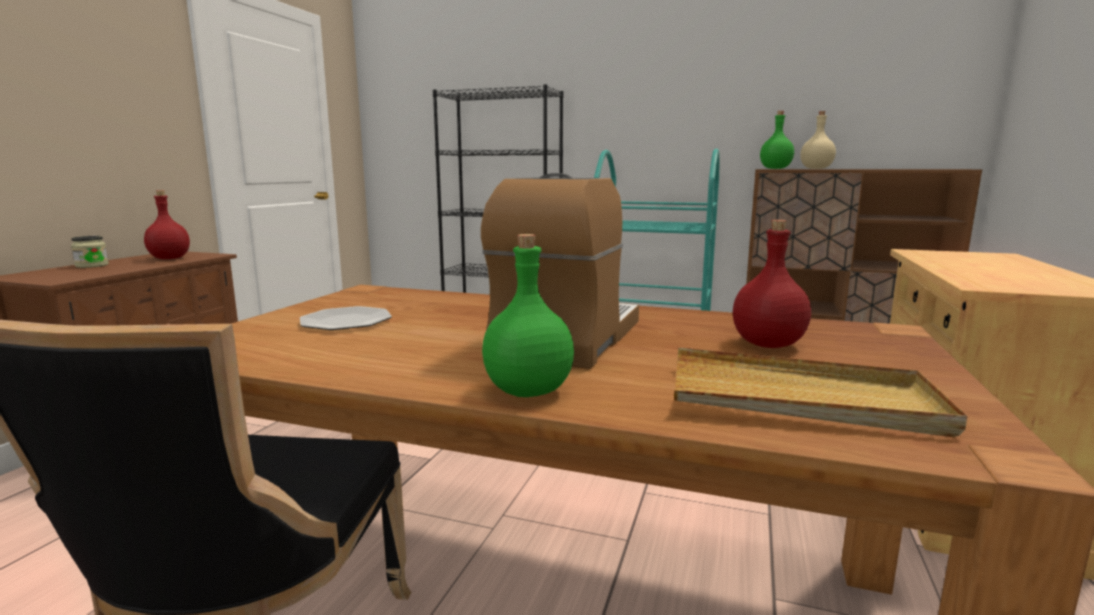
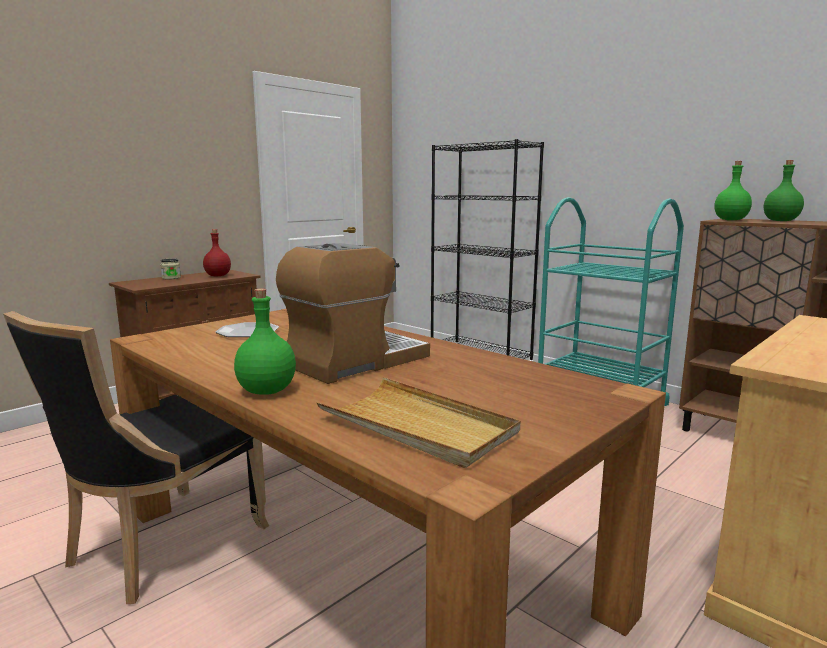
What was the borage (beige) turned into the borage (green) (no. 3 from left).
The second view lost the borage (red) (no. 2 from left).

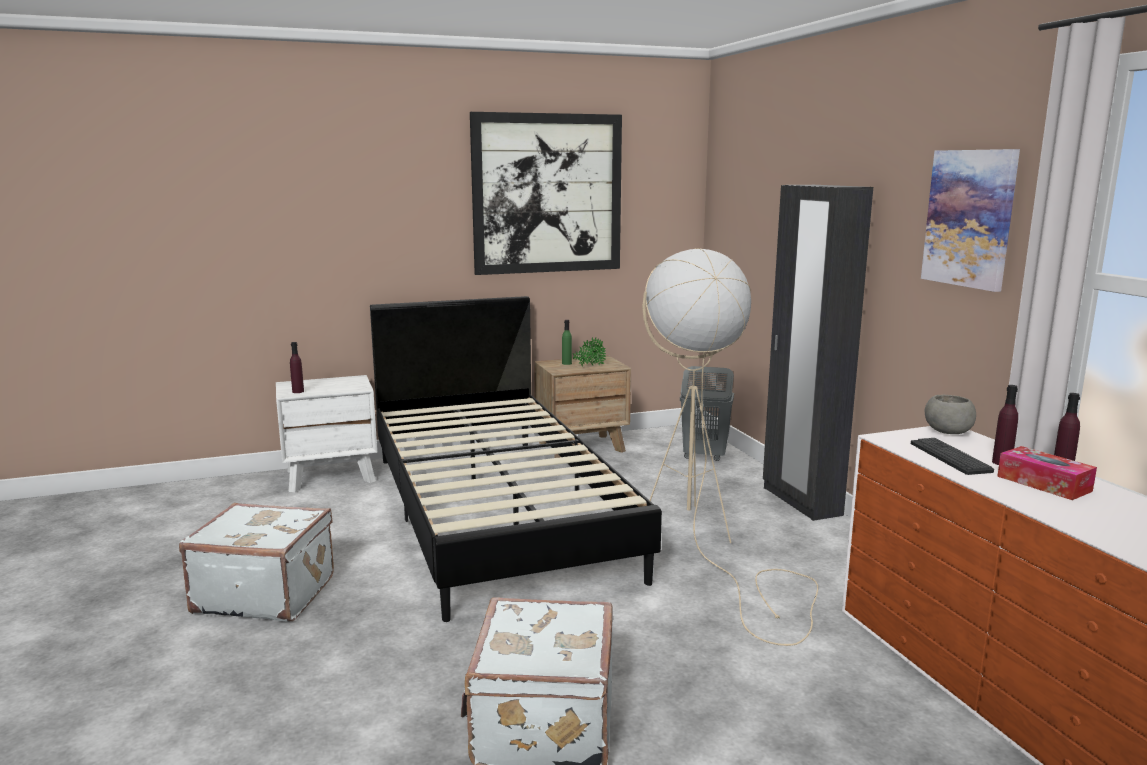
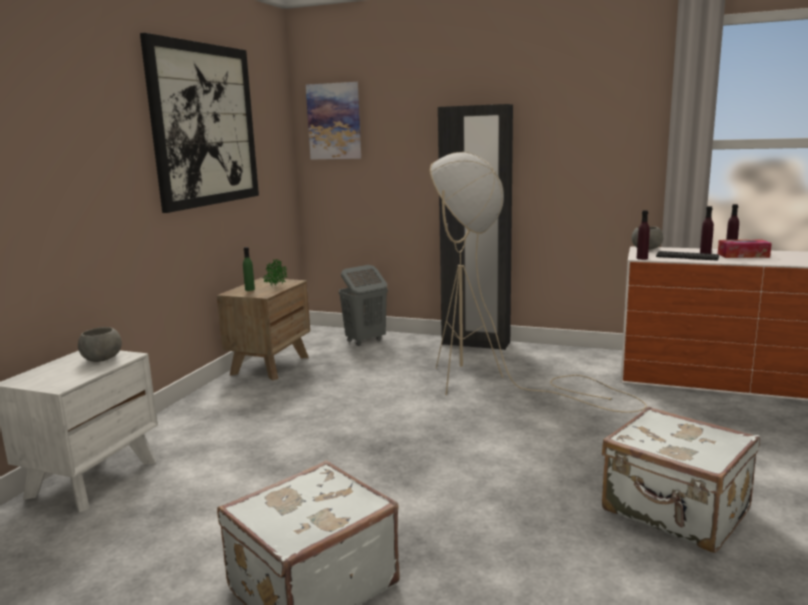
The second view gained the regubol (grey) (no. 1 from left).
The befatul (no. 2 from left) ended up elsewhere.
The borage (purple) (no. 1 from left) ended up elsewhere.
The second view lost the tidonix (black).

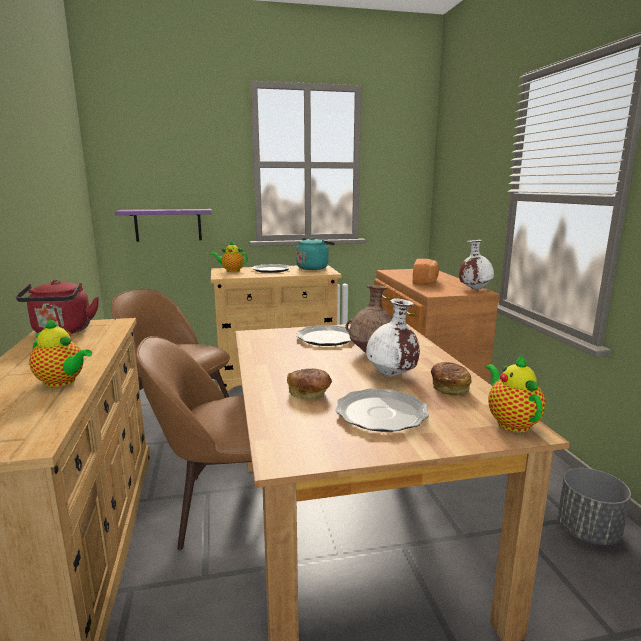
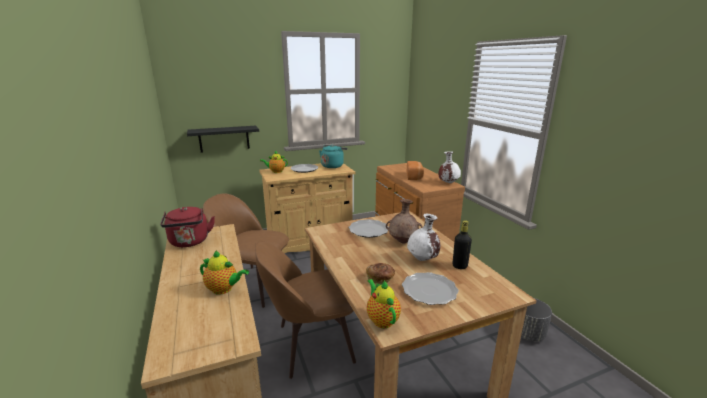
What was the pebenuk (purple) turned into the pebenuk (black).
The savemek (no. 3 from left) ended up elsewhere.
Where the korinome (no. 3 from left) stood, the borage (black) came to stand.

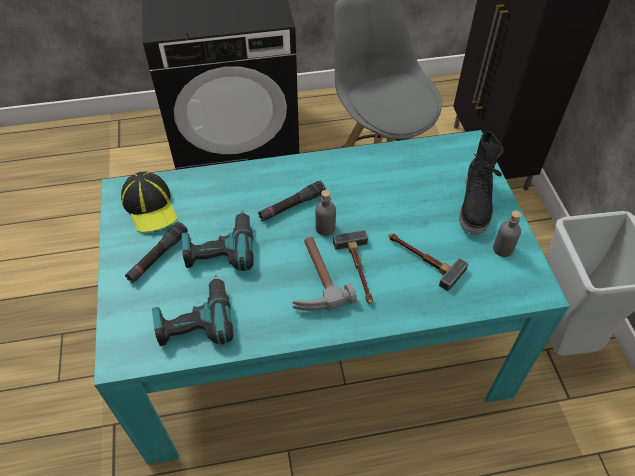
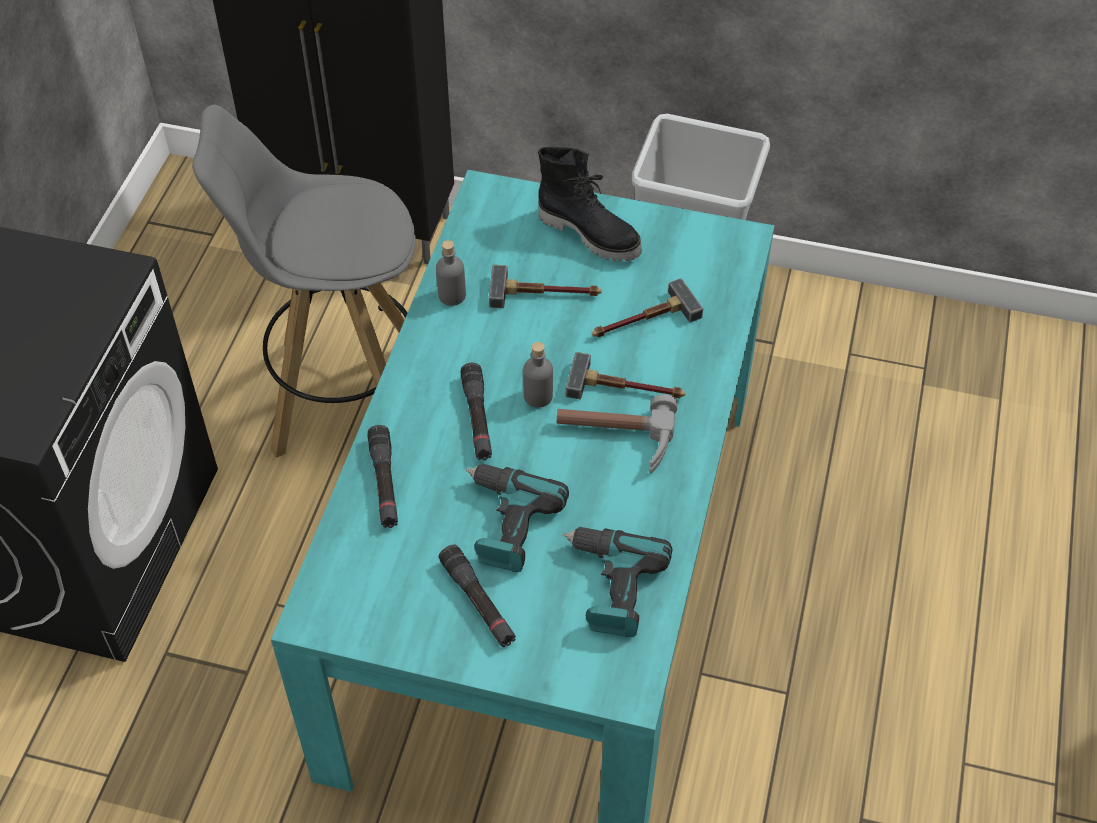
The second view gained the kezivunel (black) (no. 1 from left).
The borage (grey) (no. 2 from left in the first image) ended up elsewhere.
The second view gained the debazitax (no. 1 from left).
The second view lost the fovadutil.

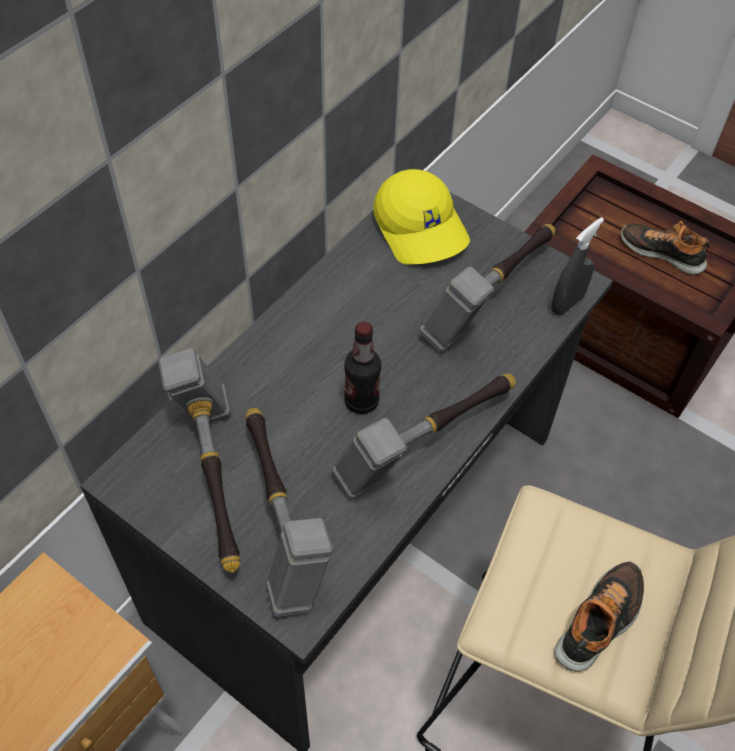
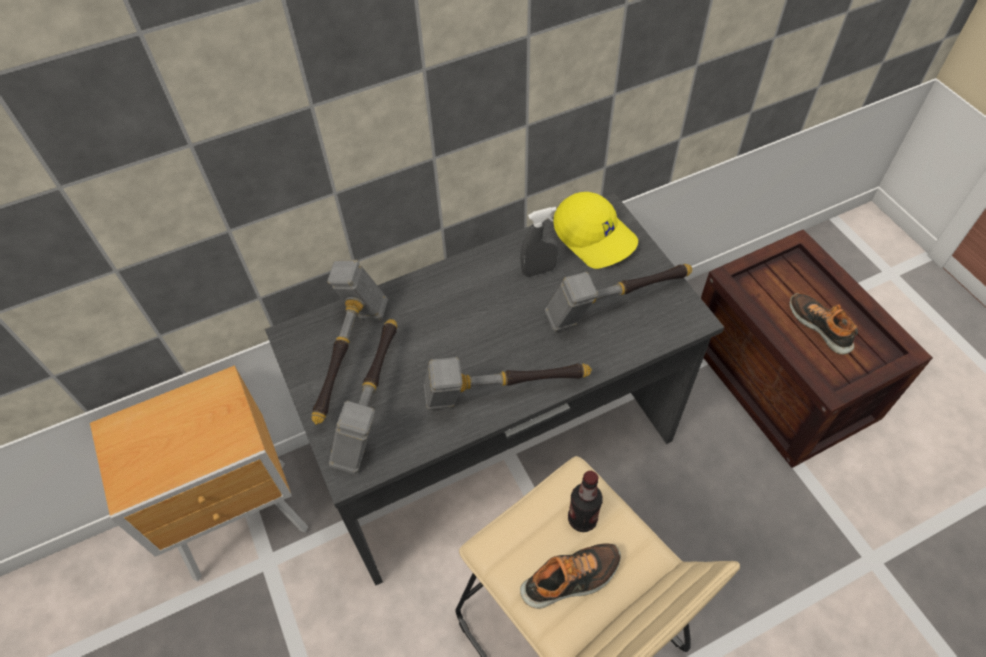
The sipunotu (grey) ended up elsewhere.
The fovadutil (yellow) ended up facing another way, 45 degrees counterclockwise from before.
The borage ended up elsewhere.

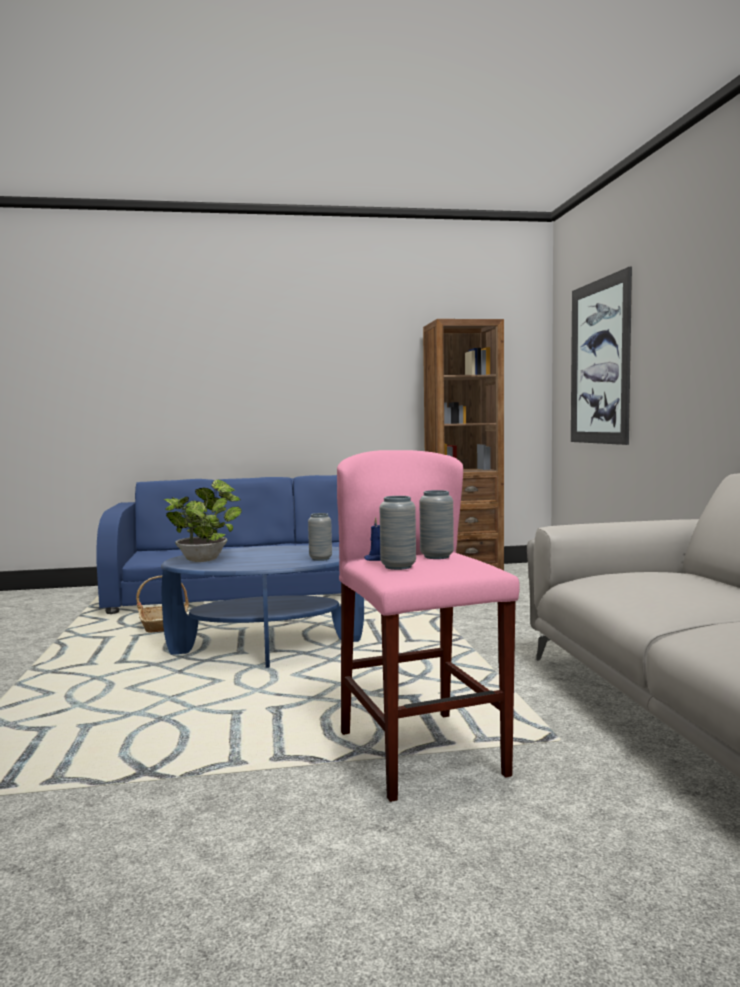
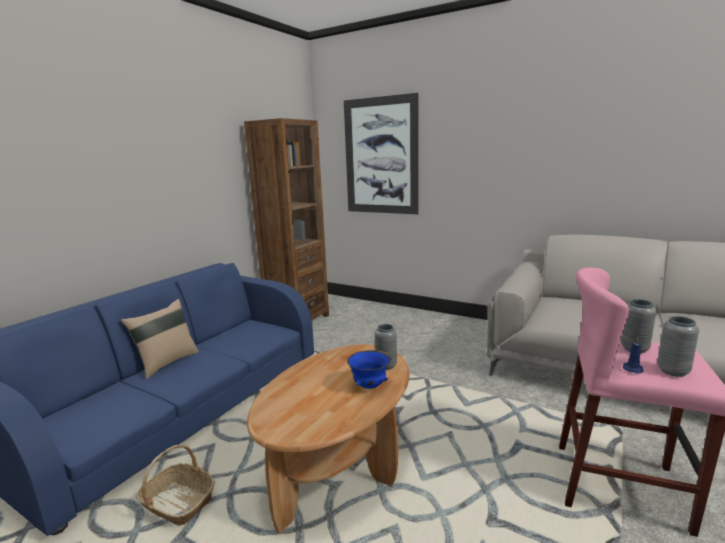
The second view gained the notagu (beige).
What was the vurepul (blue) turned into the vurepul (brown).
The second view gained the regubol (blue).
The second view lost the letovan.

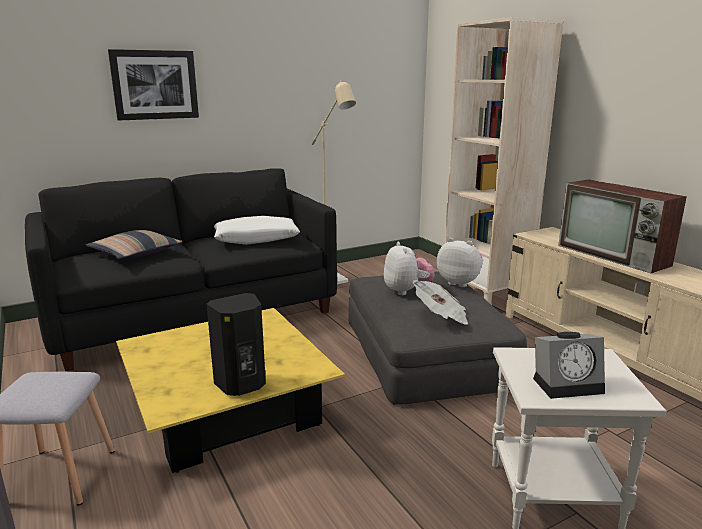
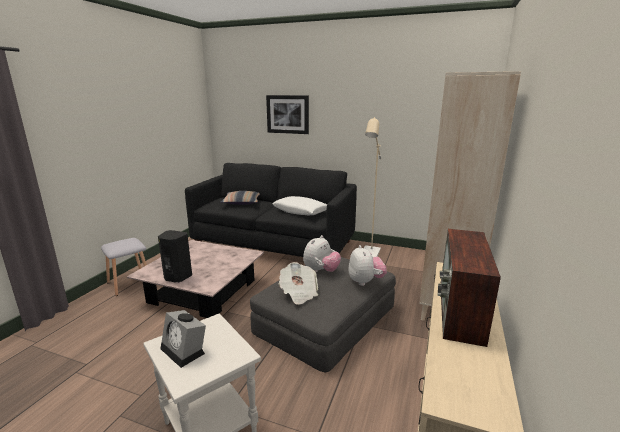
What was the vurepul (yellow) turned into the vurepul (pink).

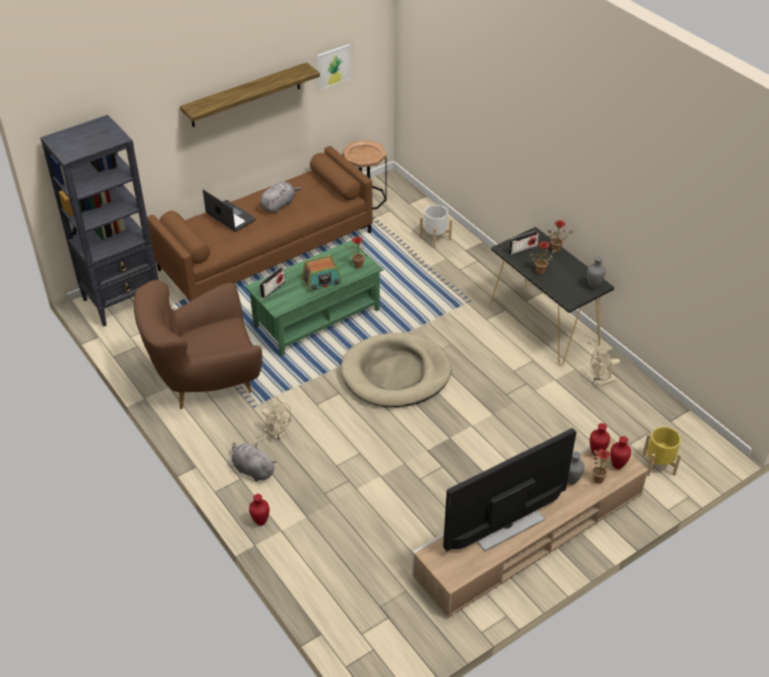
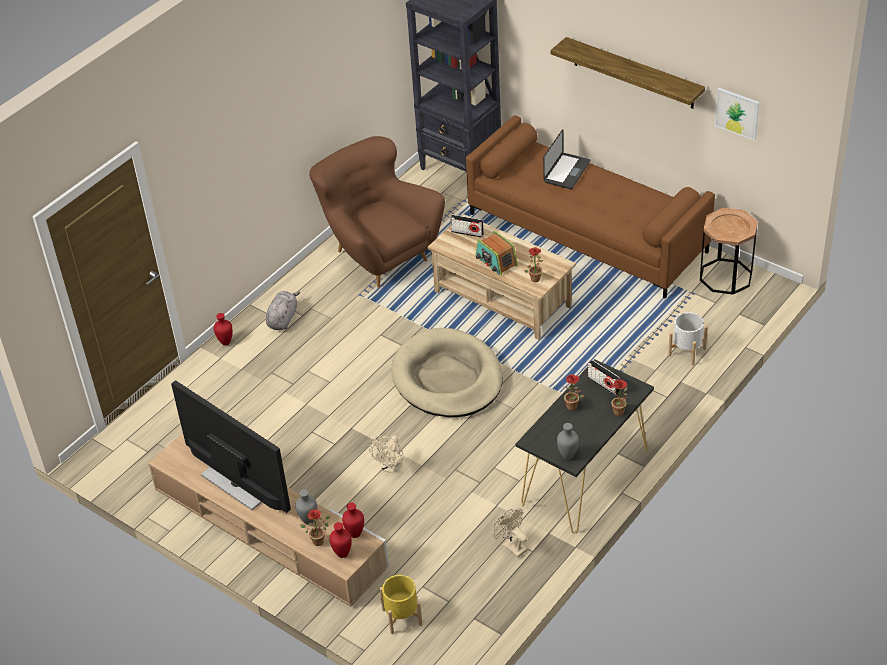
The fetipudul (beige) (no. 1 from left) ended up elsewhere.
What was the vurepul (green) turned into the vurepul (beige).
The second view lost the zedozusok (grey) (no. 2 from left).

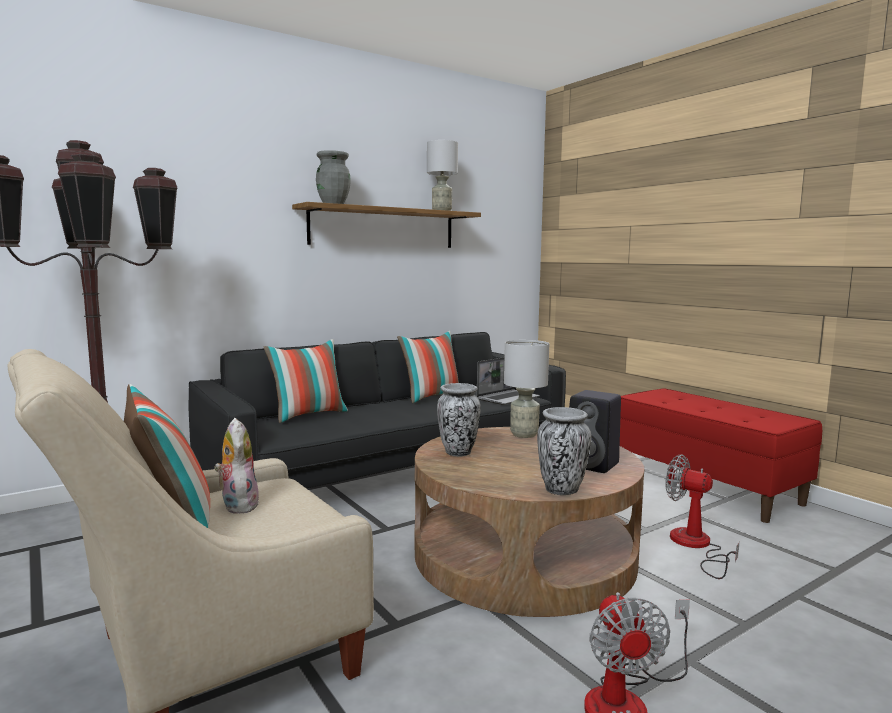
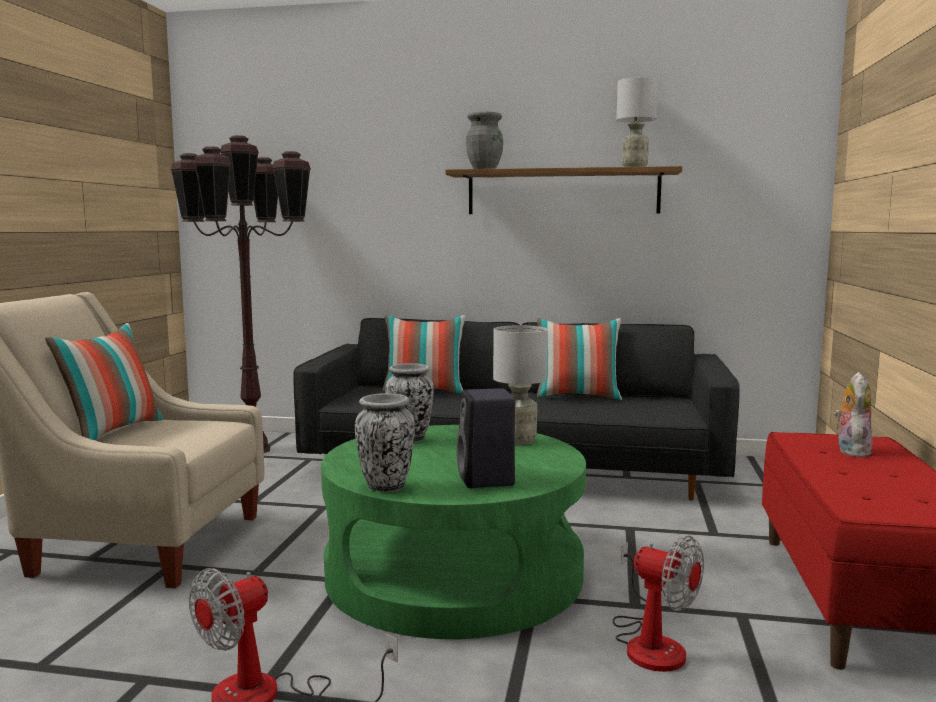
What was the vurepul (brown) turned into the vurepul (green).
The fetipudul (no. 2 from left) ended up facing another way, 135 degrees clockwise from before.
The zedozusok ended up elsewhere.
The second view lost the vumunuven.

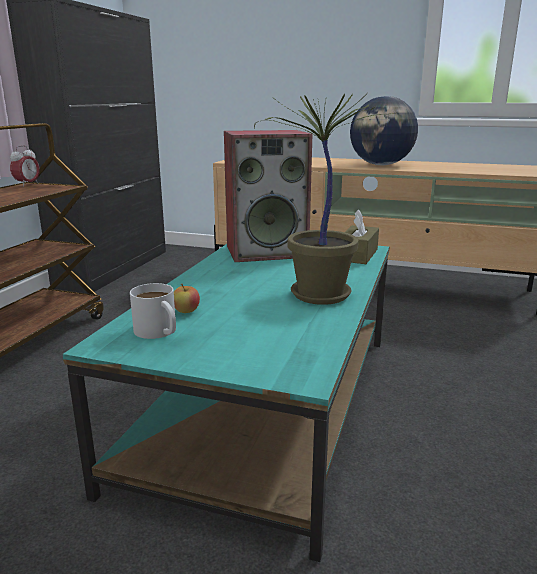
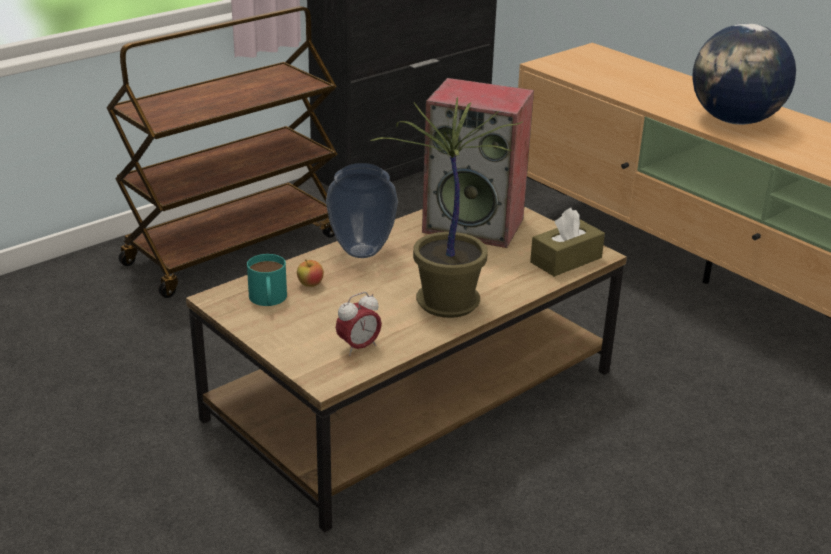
What was the vurepul (turquoise) turned into the vurepul (brown).
What was the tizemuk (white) turned into the tizemuk (turquoise).
The second view gained the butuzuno.
The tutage ended up elsewhere.

